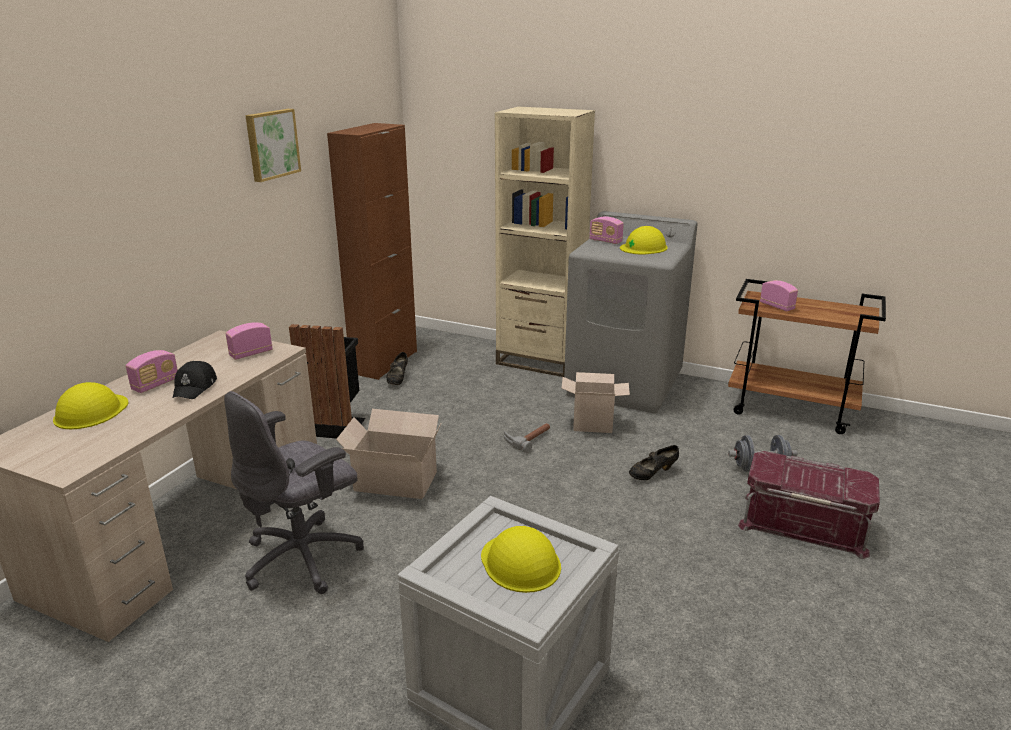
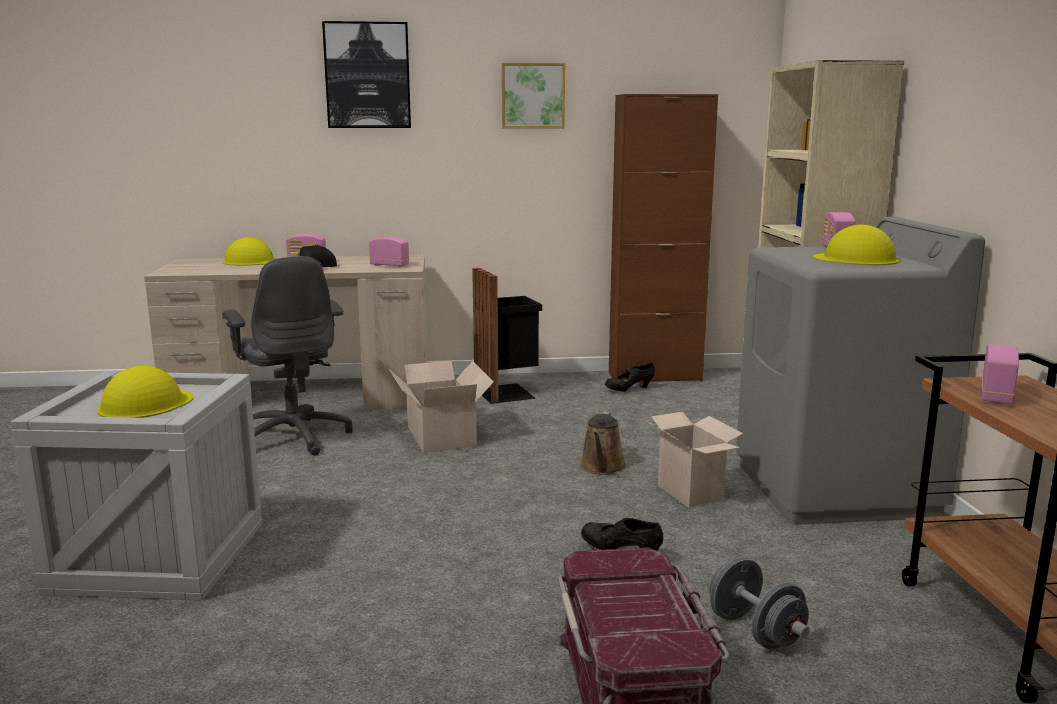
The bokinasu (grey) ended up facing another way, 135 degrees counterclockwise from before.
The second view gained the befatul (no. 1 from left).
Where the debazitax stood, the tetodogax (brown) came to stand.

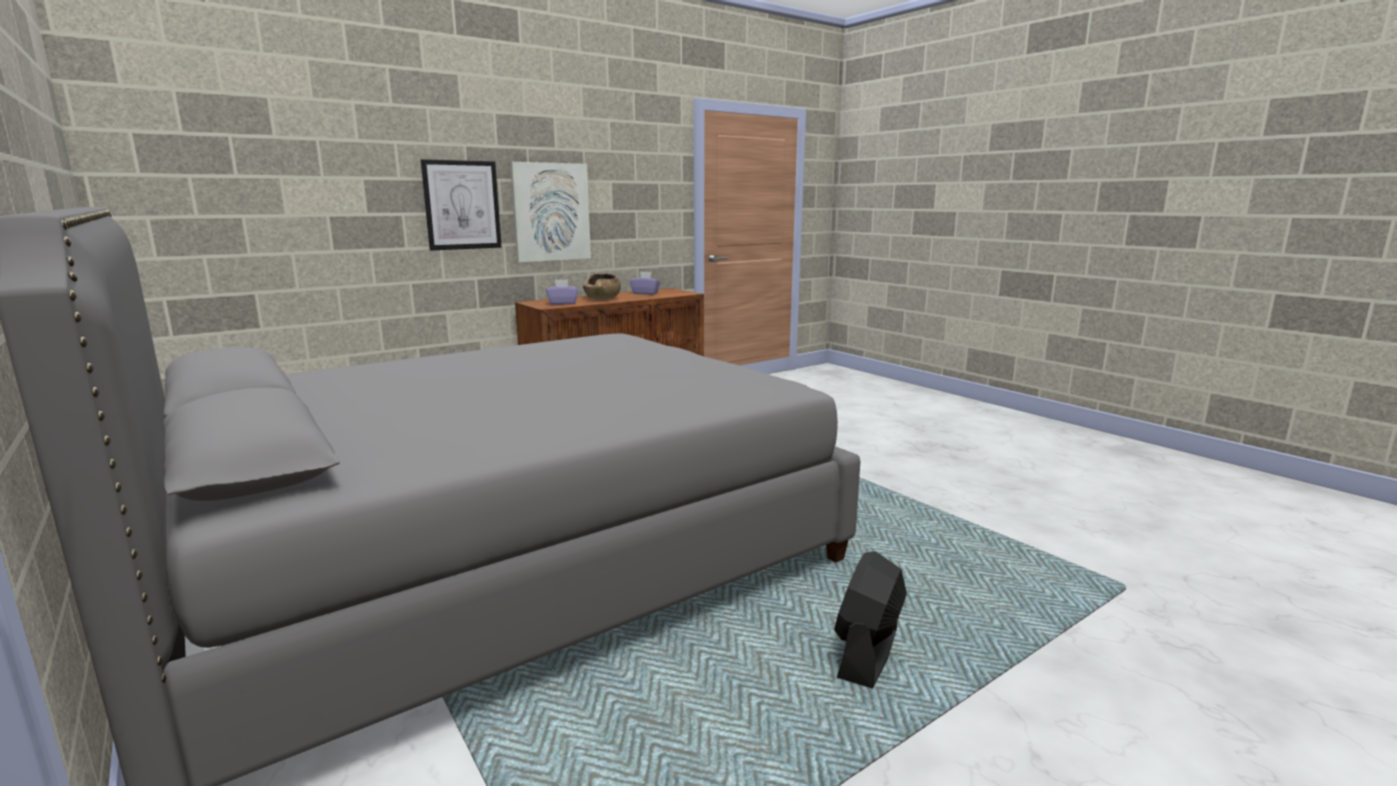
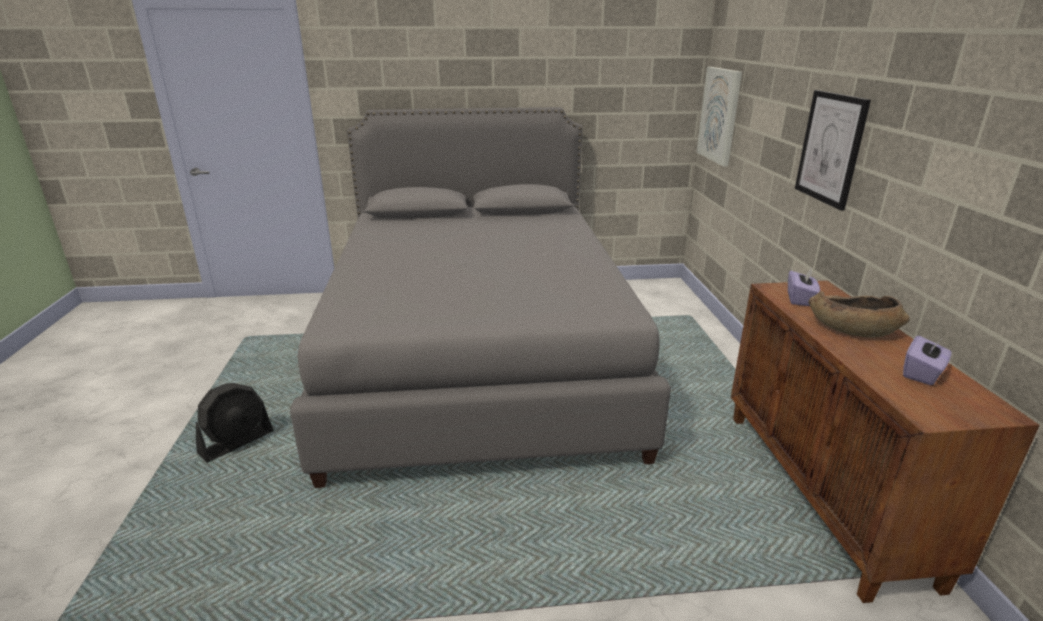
The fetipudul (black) ended up facing another way, 75 degrees clockwise from before.
The befatul (no. 2 from left in the first image) ended up elsewhere.

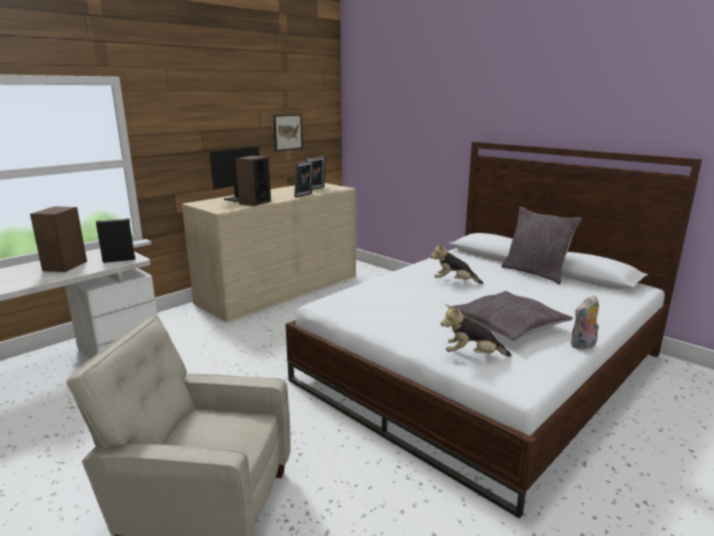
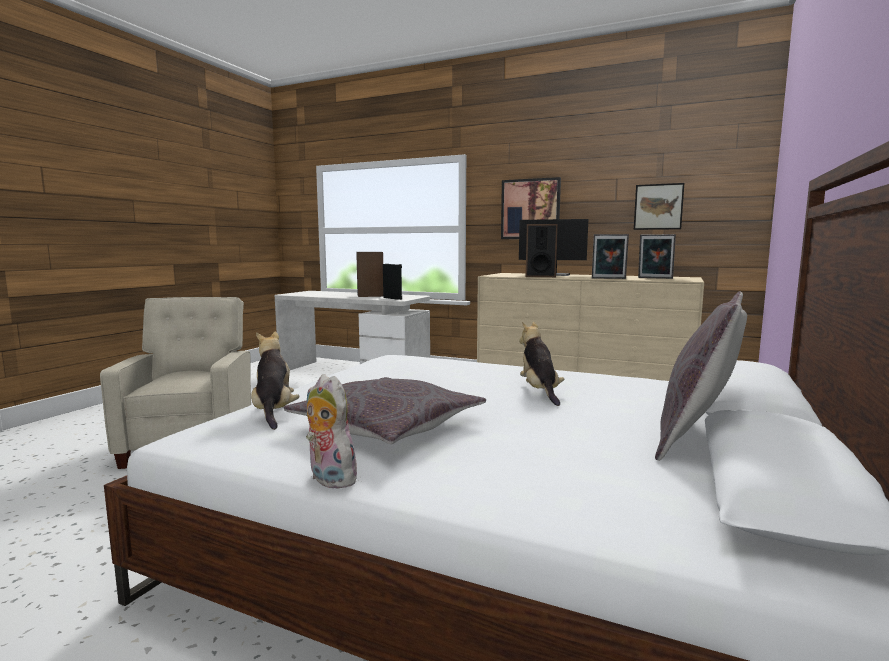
The second view gained the befatul (no. 1 from left).

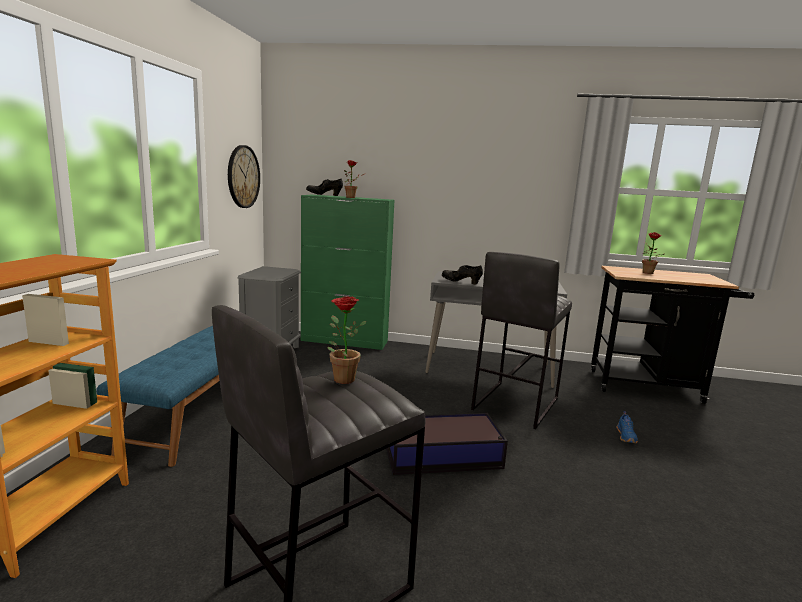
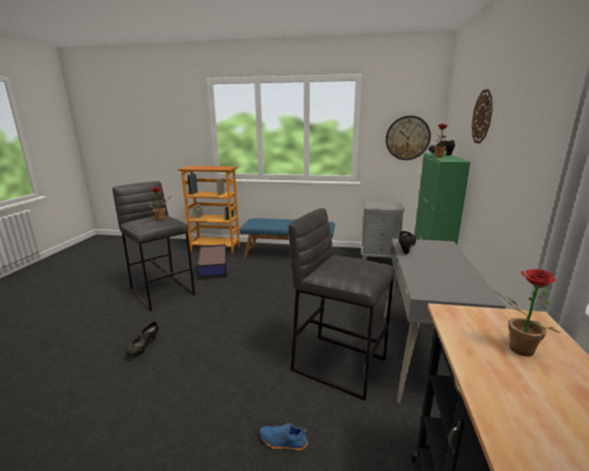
The second view gained the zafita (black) (no. 1 from left).
The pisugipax ended up elsewhere.
The second view gained the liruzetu (no. 2 from left).

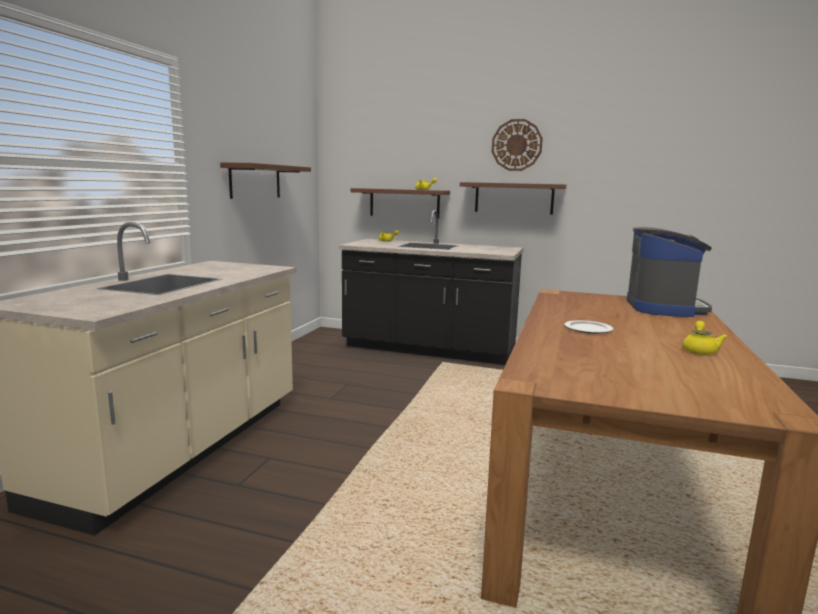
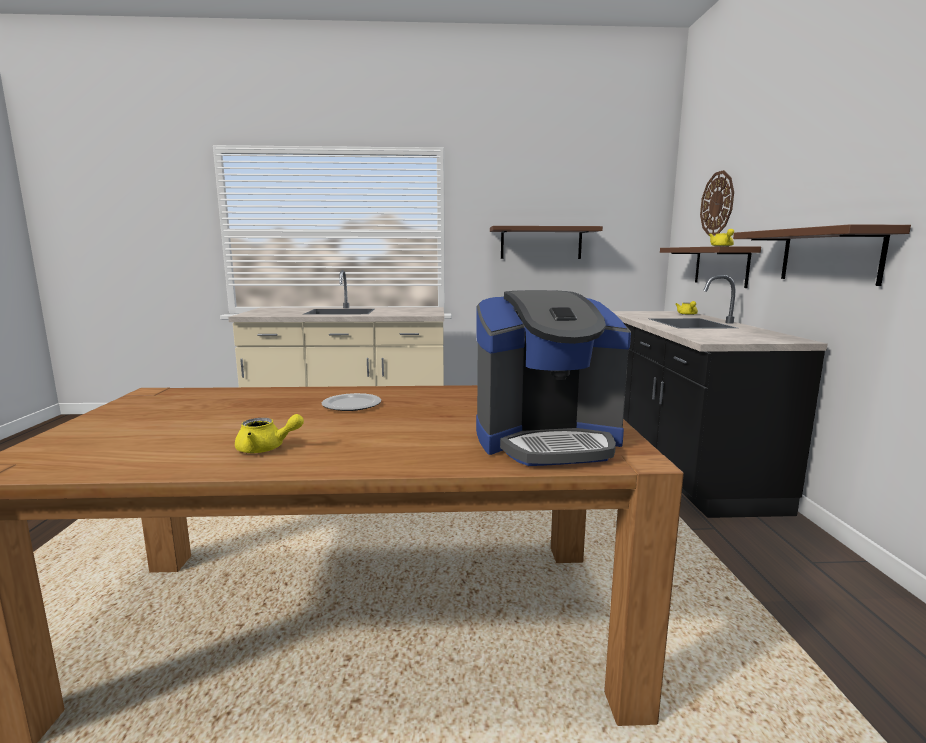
The liruzetu ended up elsewhere.

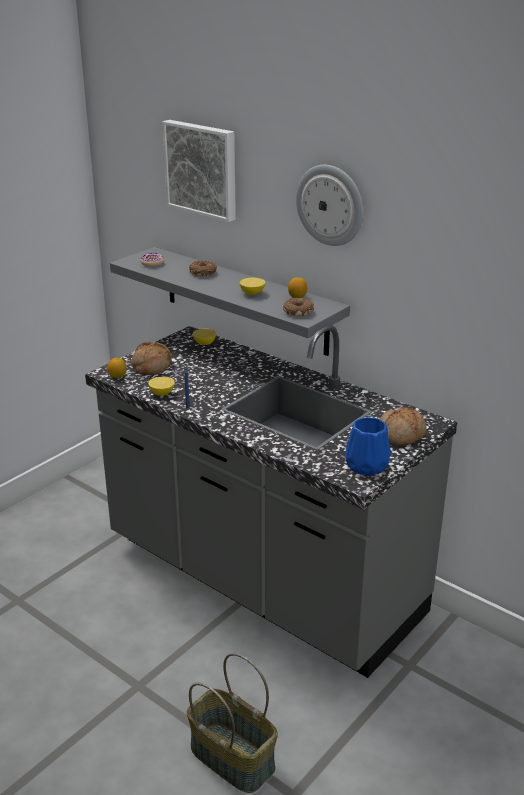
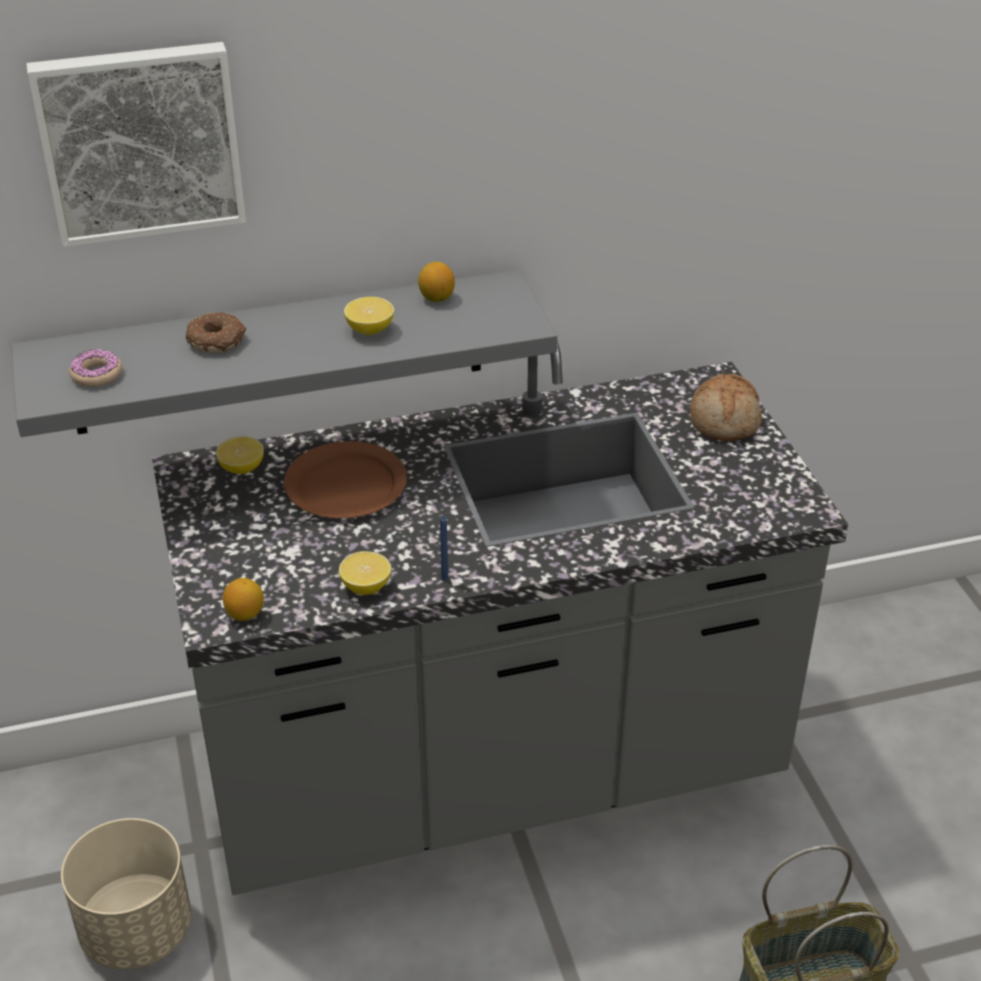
The second view gained the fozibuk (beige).
The second view gained the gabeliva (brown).
The second view lost the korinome (no. 1 from left).
The second view lost the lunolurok (no. 3 from left).
The second view lost the liruzetu.
The second view lost the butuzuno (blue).

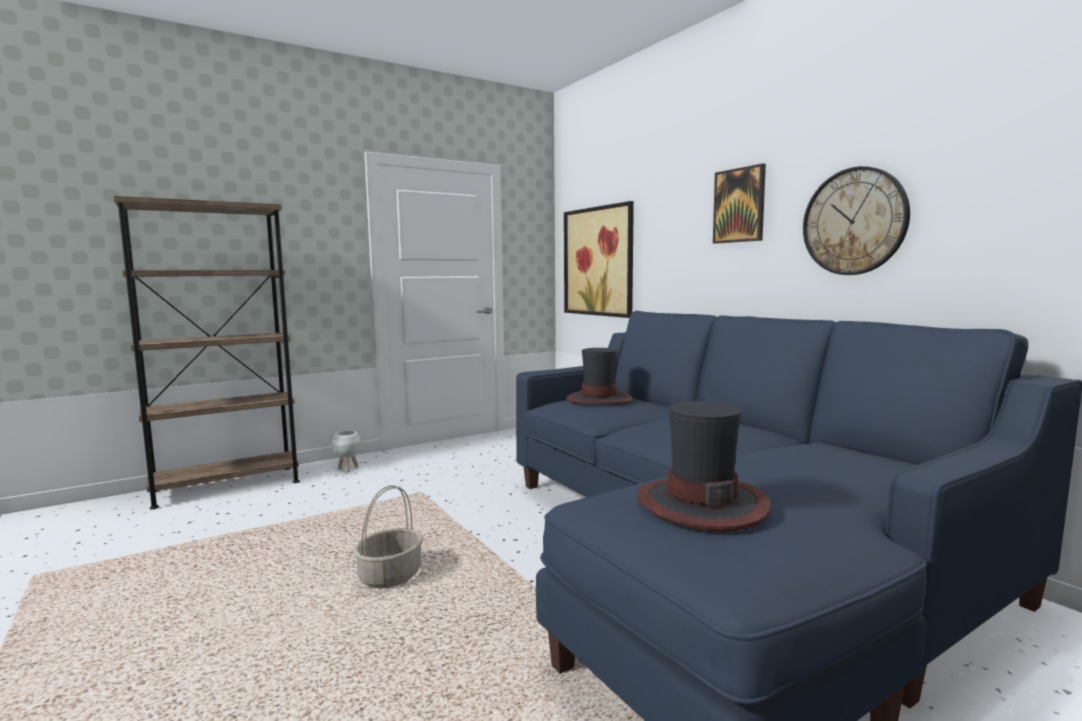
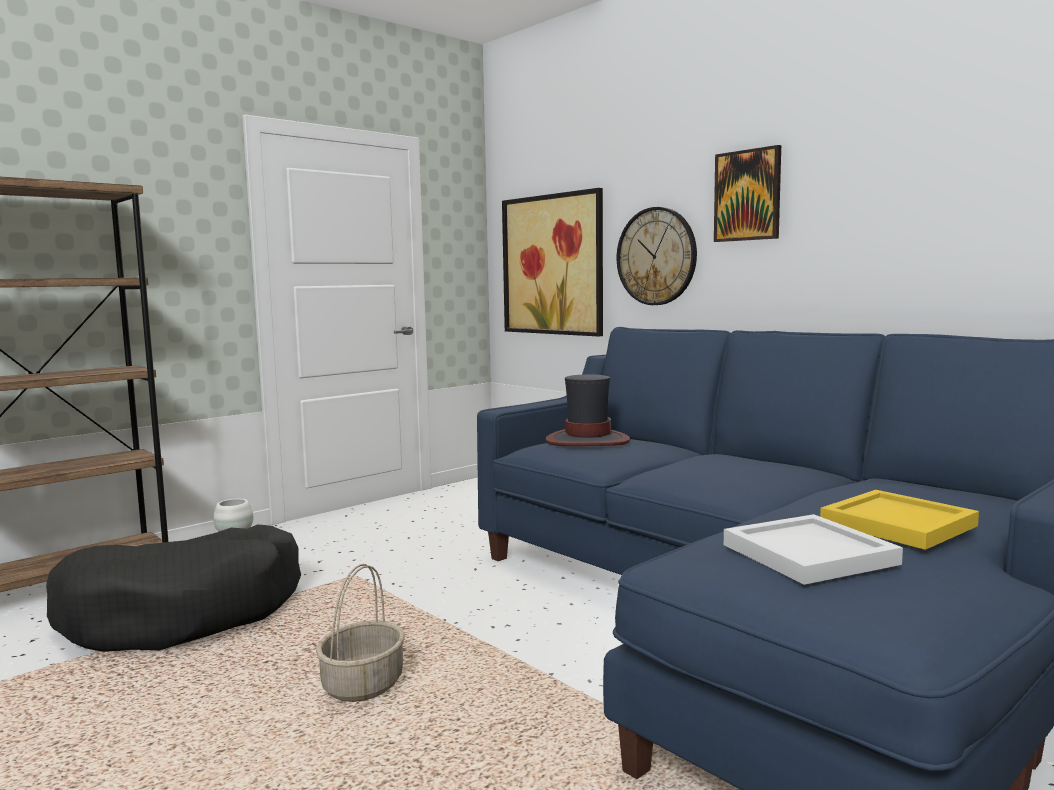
The second view gained the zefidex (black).
The liruzetu ended up elsewhere.
Where the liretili (no. 2 from left) stood, the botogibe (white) came to stand.
The second view gained the botogibe (yellow).

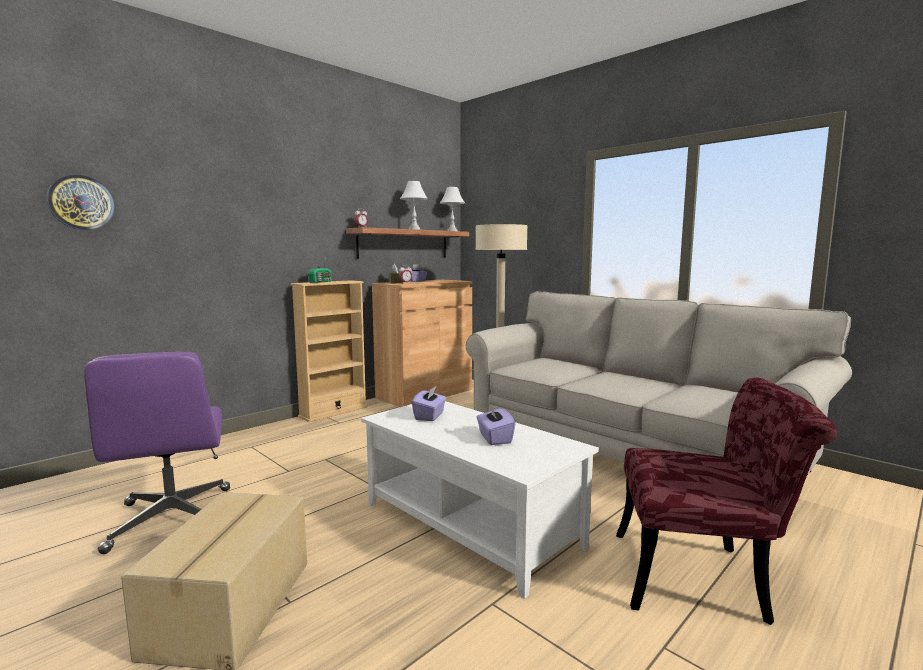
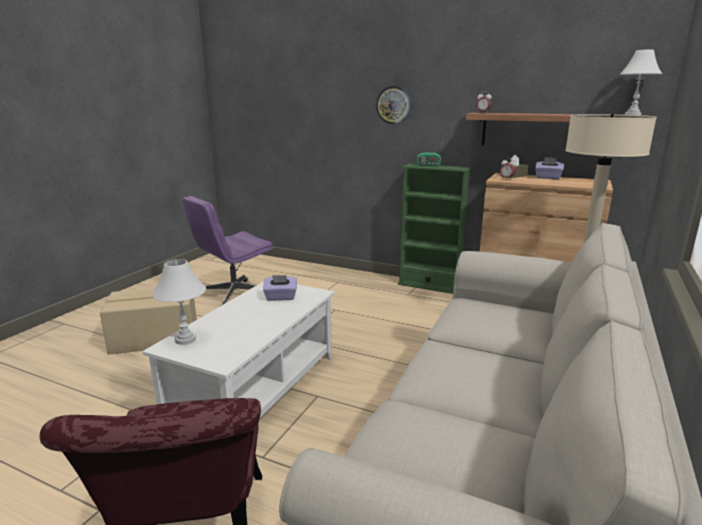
The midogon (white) (no. 1 from left) ended up elsewhere.
The liruzetu ended up elsewhere.
What was the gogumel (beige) turned into the gogumel (green).
The second view lost the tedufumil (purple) (no. 3 from left).

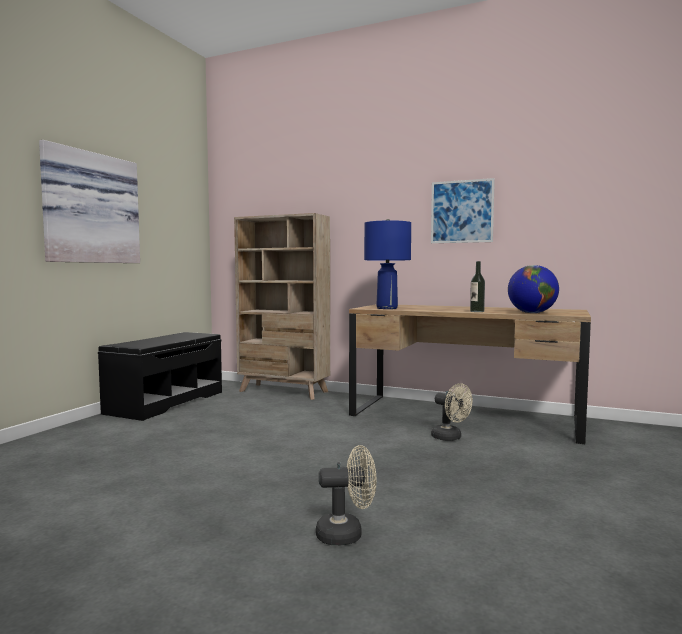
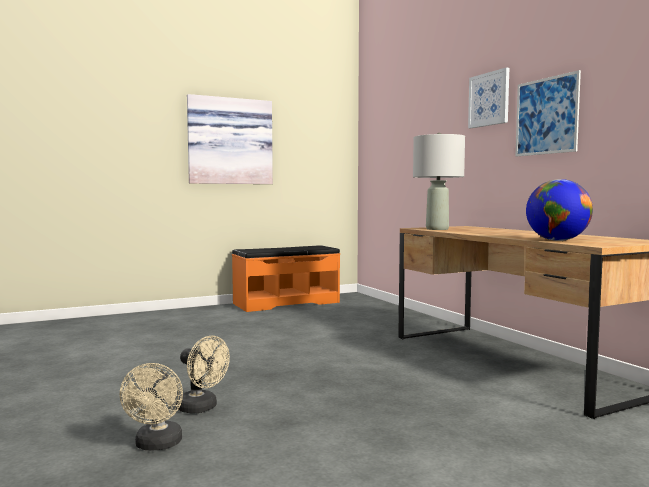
The fetipudul (beige) (no. 2 from left in the first image) ended up elsewhere.
What was the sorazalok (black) turned into the sorazalok (orange).
What was the midogon (blue) turned into the midogon (grey).
The second view gained the befatul (no. 2 from left).
The second view lost the gogumel (beige).
The second view lost the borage.

